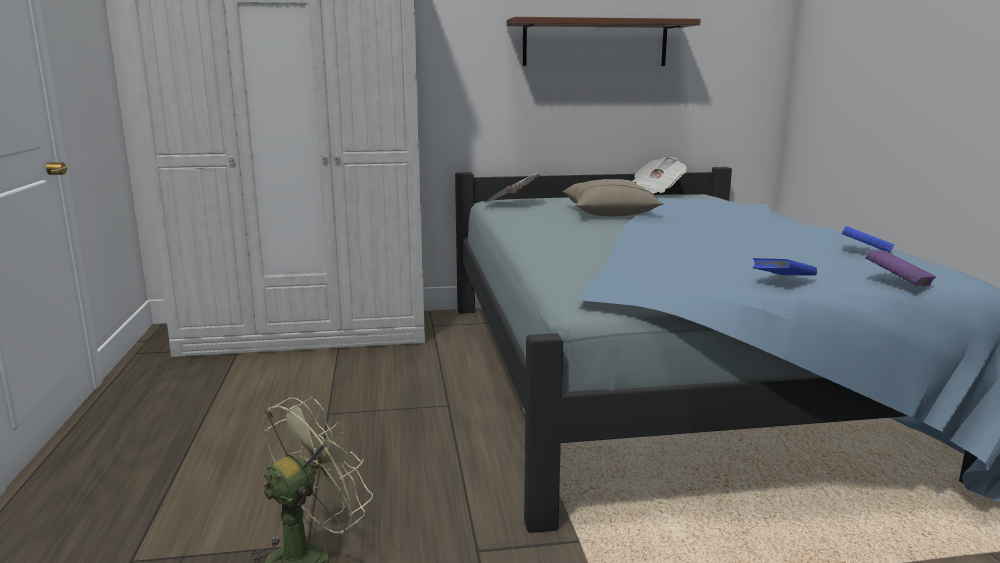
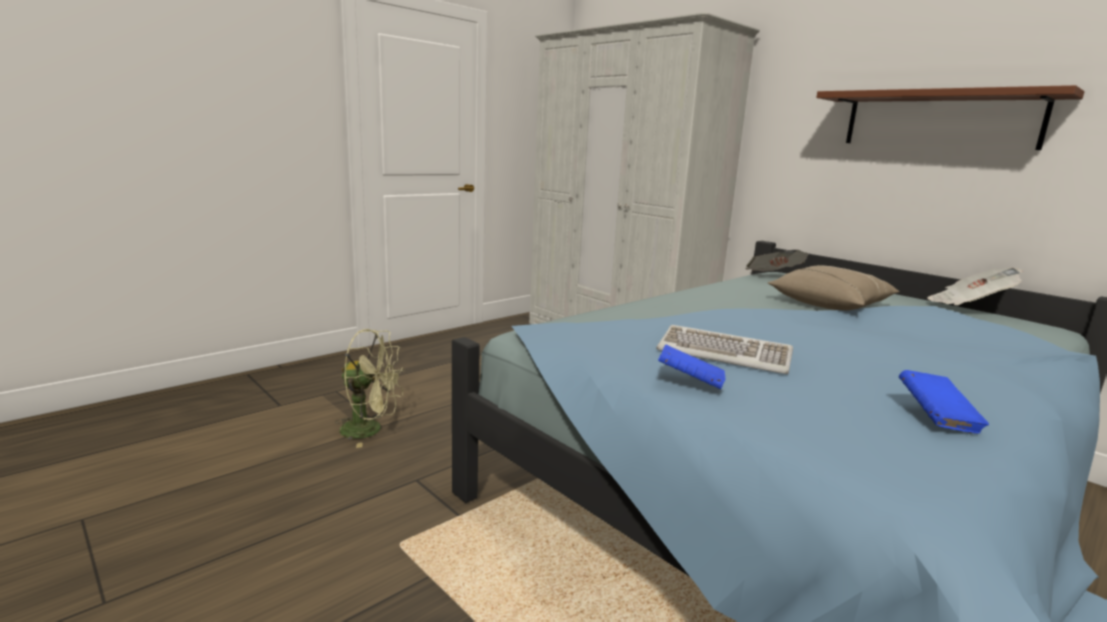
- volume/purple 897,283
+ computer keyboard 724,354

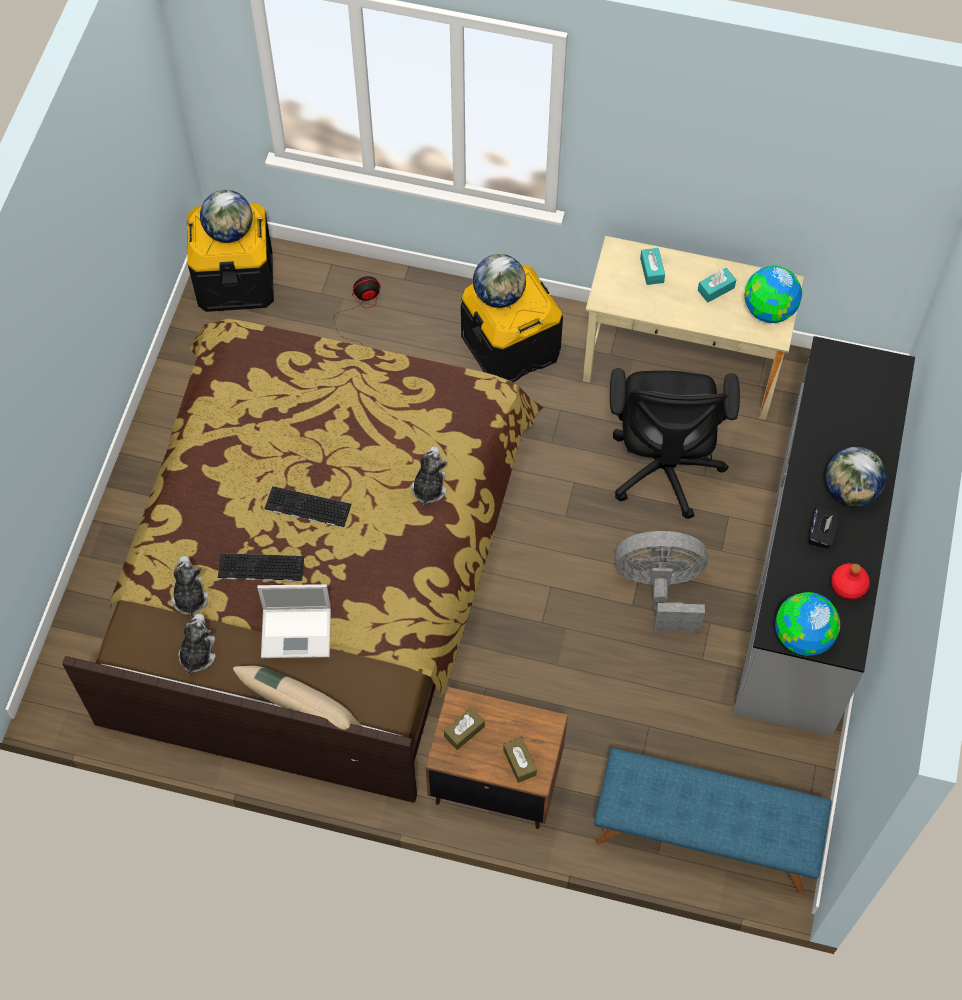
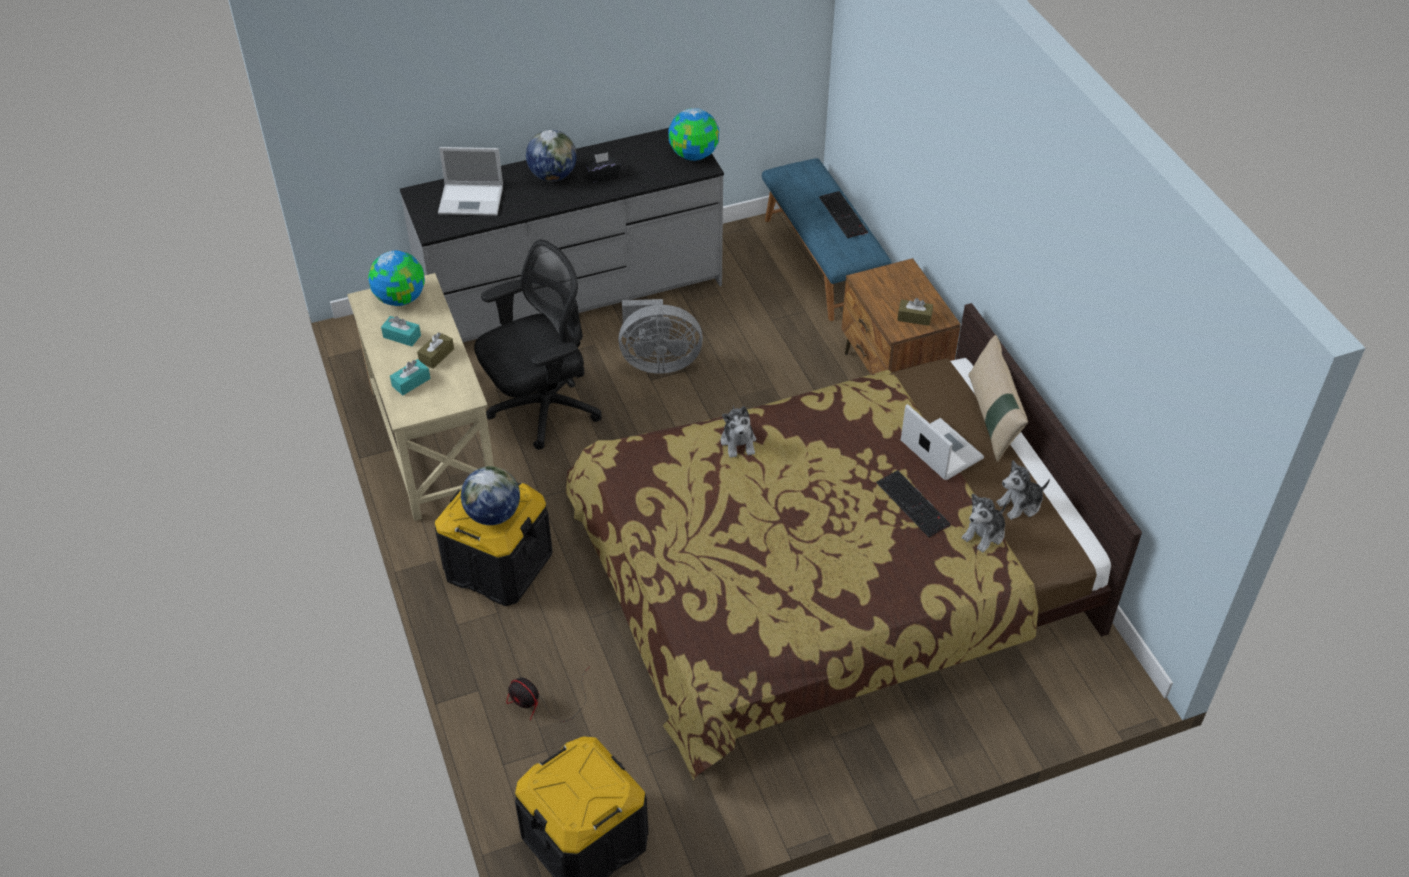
- globe 229,232
~ computer keyboard 306,507 to 844,215
~ plush toy 429,487 = 738,442 75 degrees counterclockwise
~ box of tissues/brown-coloured 519,762 to 436,355
~ electric fan/greyish 660,589 = 658,362 60 degrees counterclockwise
- beverage bottle/reddish 848,585
+ notebook computer 472,200

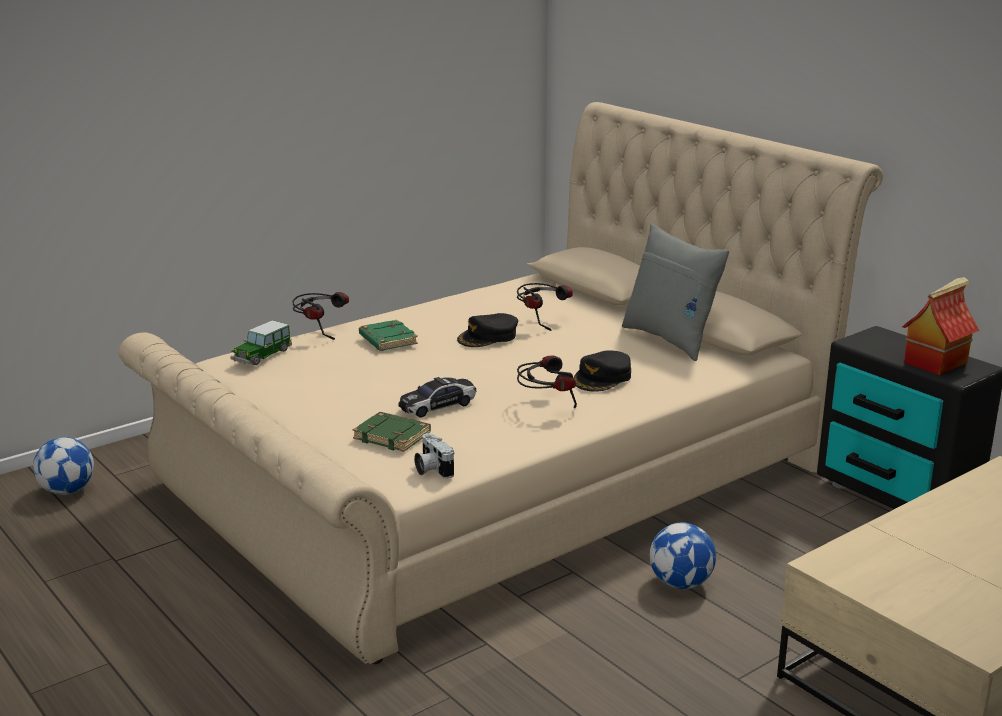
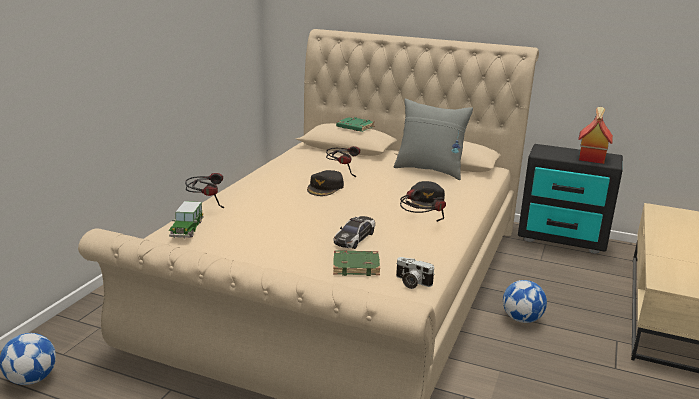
~ volume/greenish 387,340 to 354,127

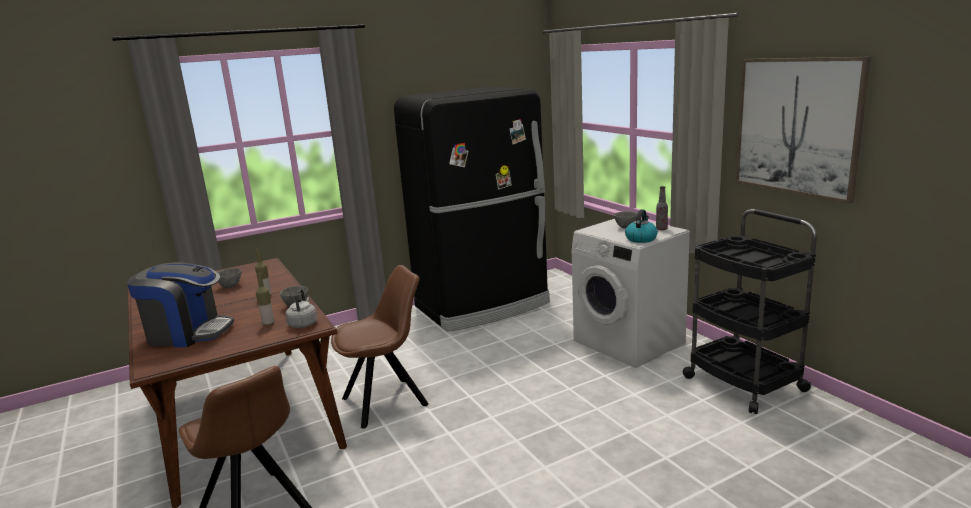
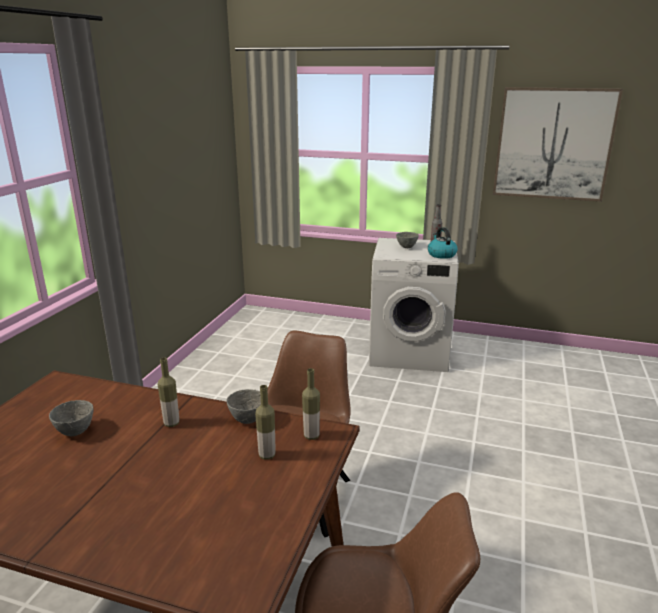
- coffee machine 188,333
~ tea kettle/greyish 303,324 to beverage bottle 311,436
- refrigerator/black-coloured 483,305
- trolley/black-coloured 743,383

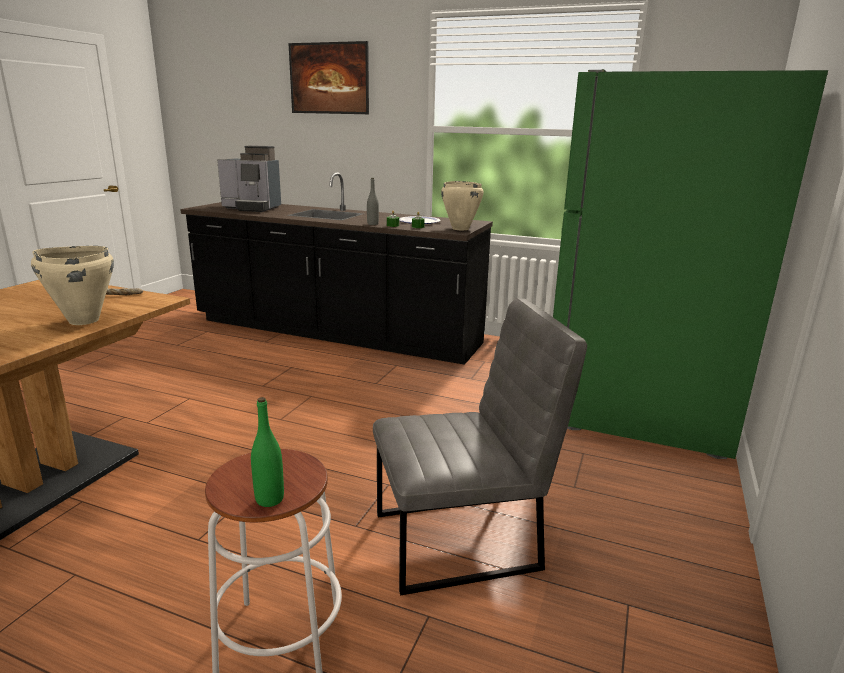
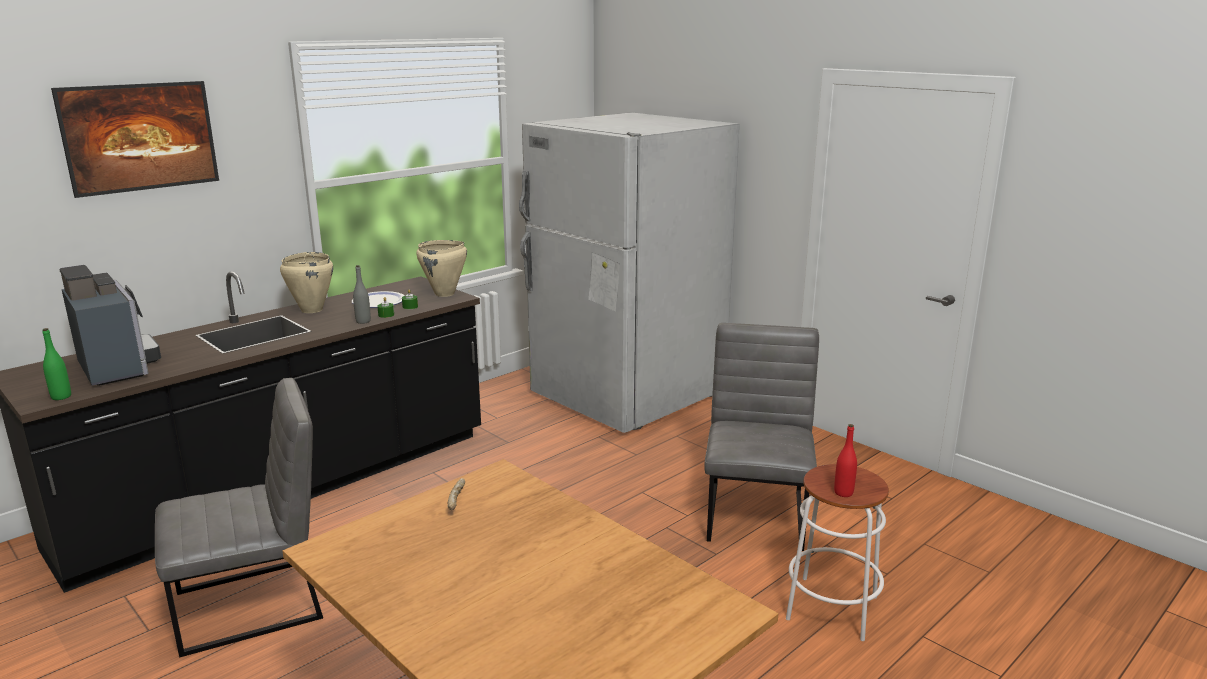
~ cooking pot/beige 83,320 to 311,310
~ coffee machine 252,208 = 119,367 75 degrees counterclockwise
~ beverage bottle/greenish 269,499 to 61,397
~ refrigerator/greenish 636,408 to refrigerator/whitish 628,394
+ plain chair/greyish 254,604
+ beverage bottle/reddish 843,493

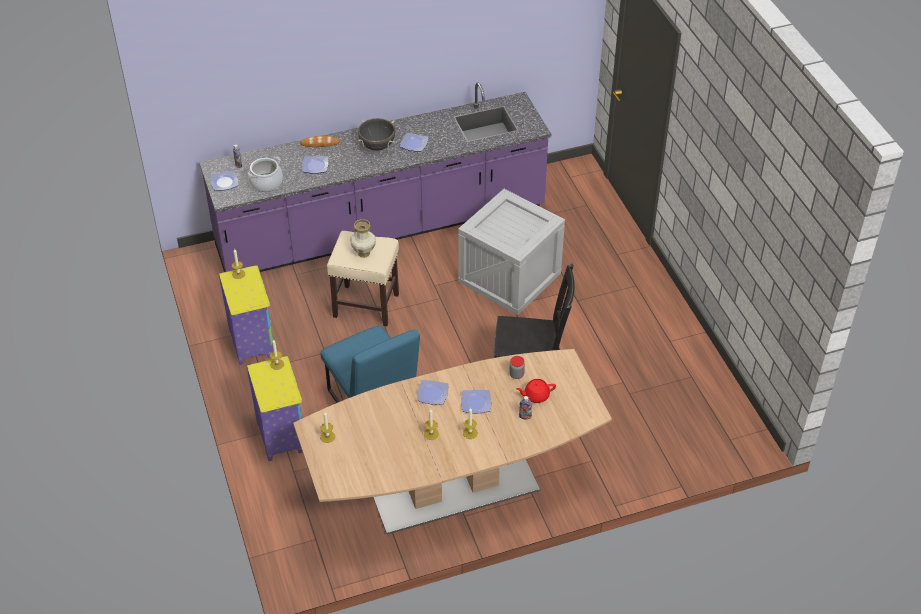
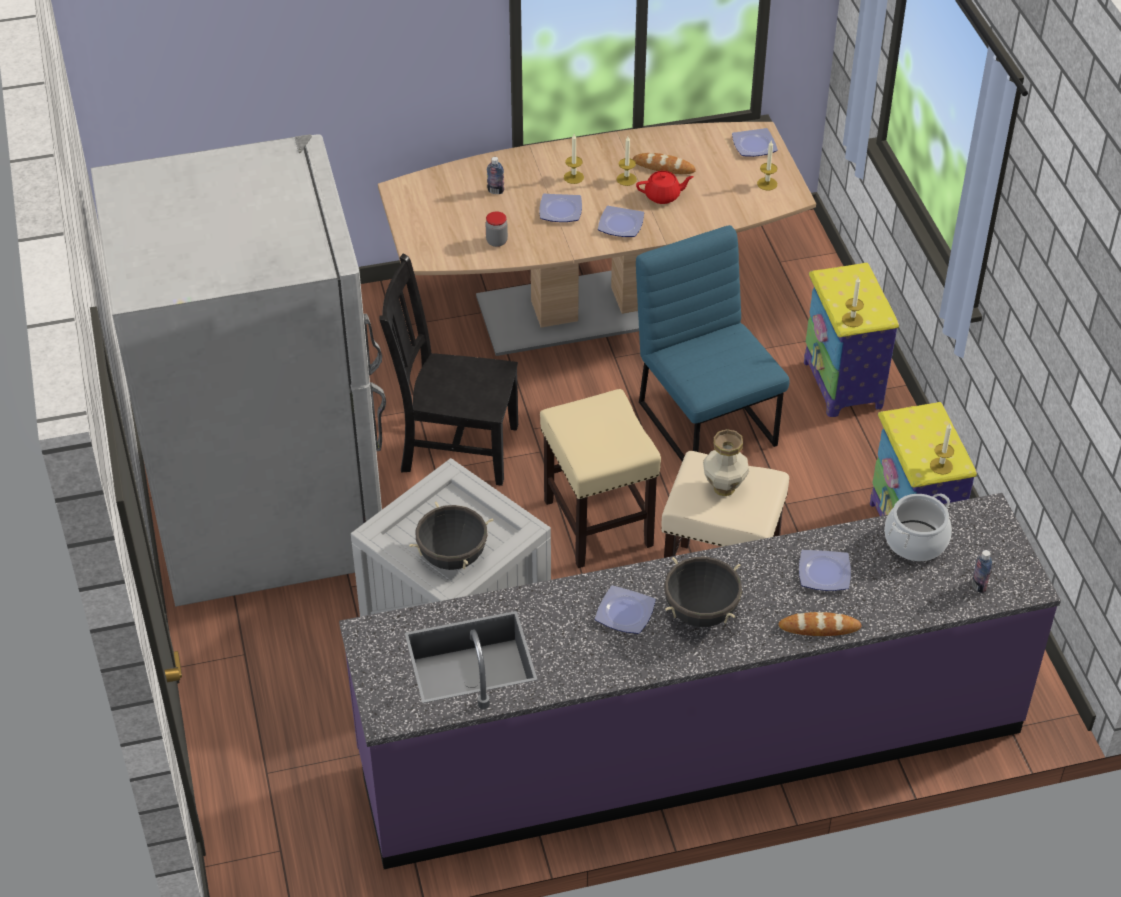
~ dinner plate 225,183 to 753,145
~ pot for tea/reddish 536,395 to 663,196
+ refrigerator/whitish 267,515
+ cooking pot/black-coloured 452,557
+ stool/beige 597,522
+ baked bread 664,167

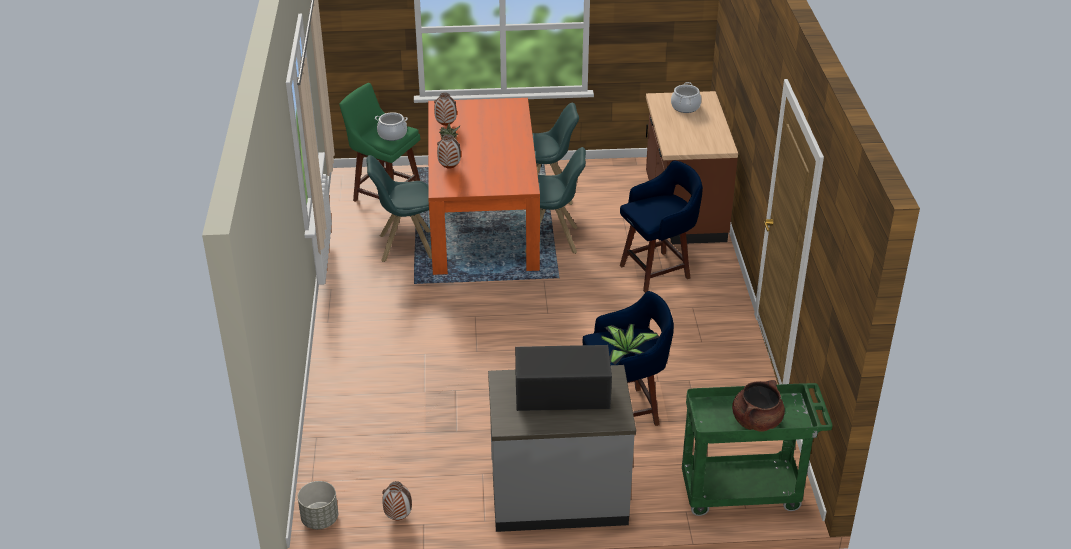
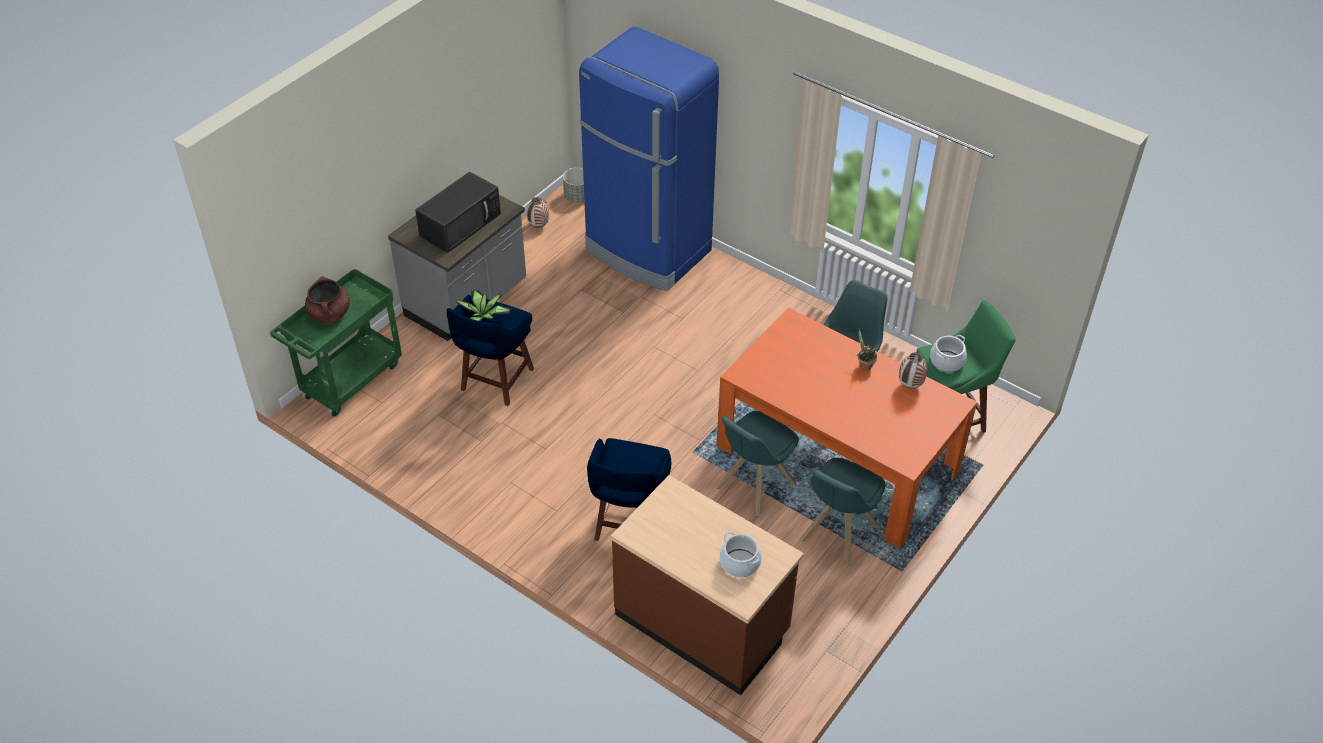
- flower vase 450,168
+ refrigerator/blue-coloured 647,251

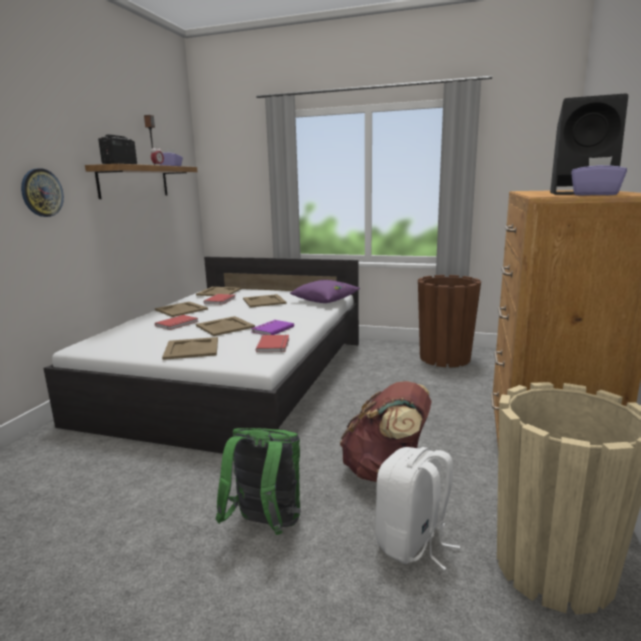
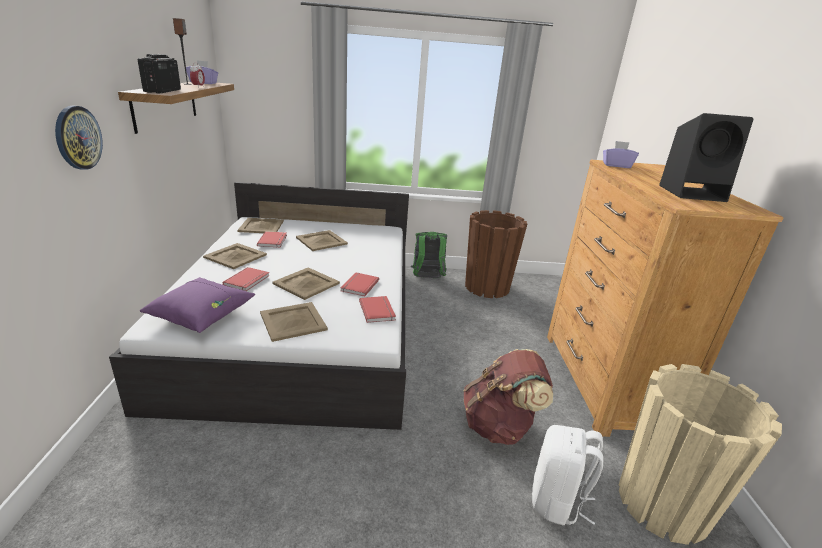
~ backpack/greenish 265,525 to 427,278
~ volume/purple 271,329 to volume/reddish 358,285
~ cushion/purple 325,300 to 201,315
~ box of tissues/purple 595,195 to 616,165

